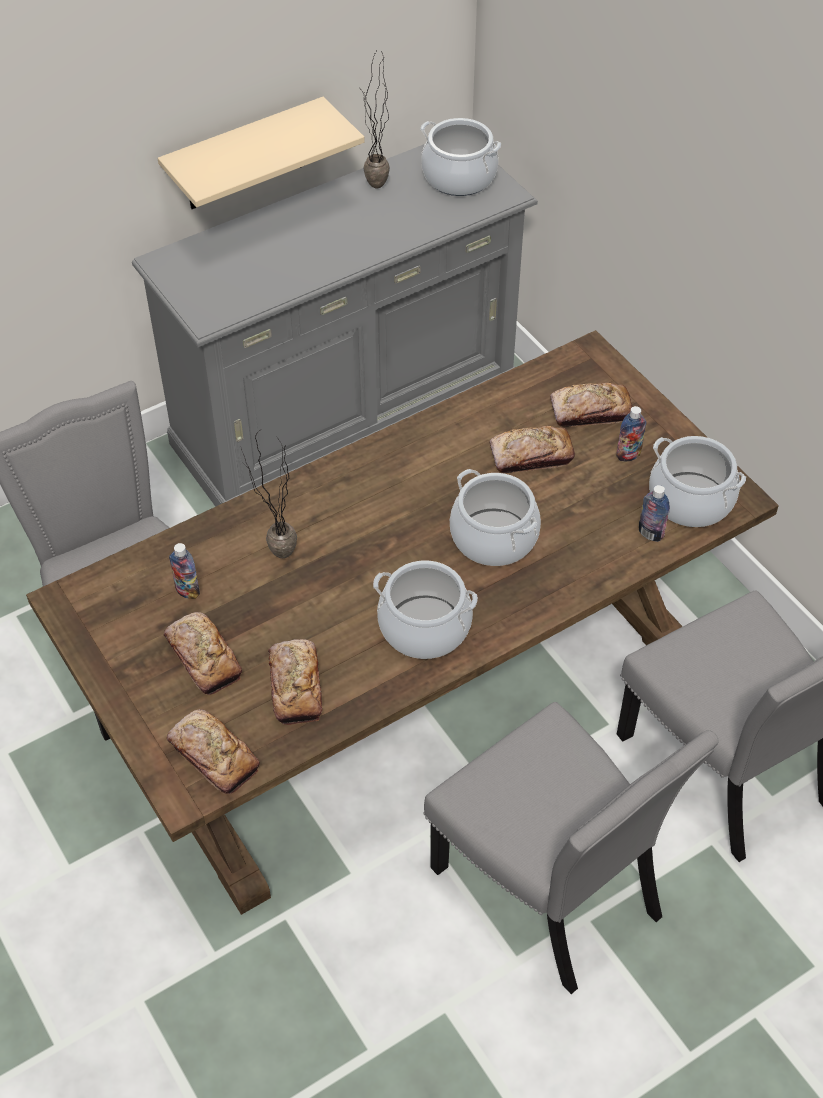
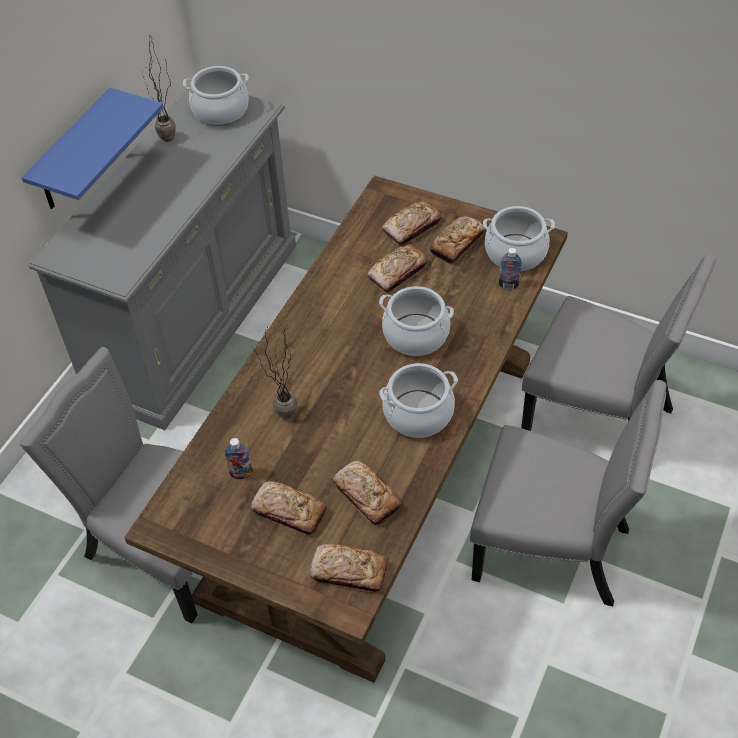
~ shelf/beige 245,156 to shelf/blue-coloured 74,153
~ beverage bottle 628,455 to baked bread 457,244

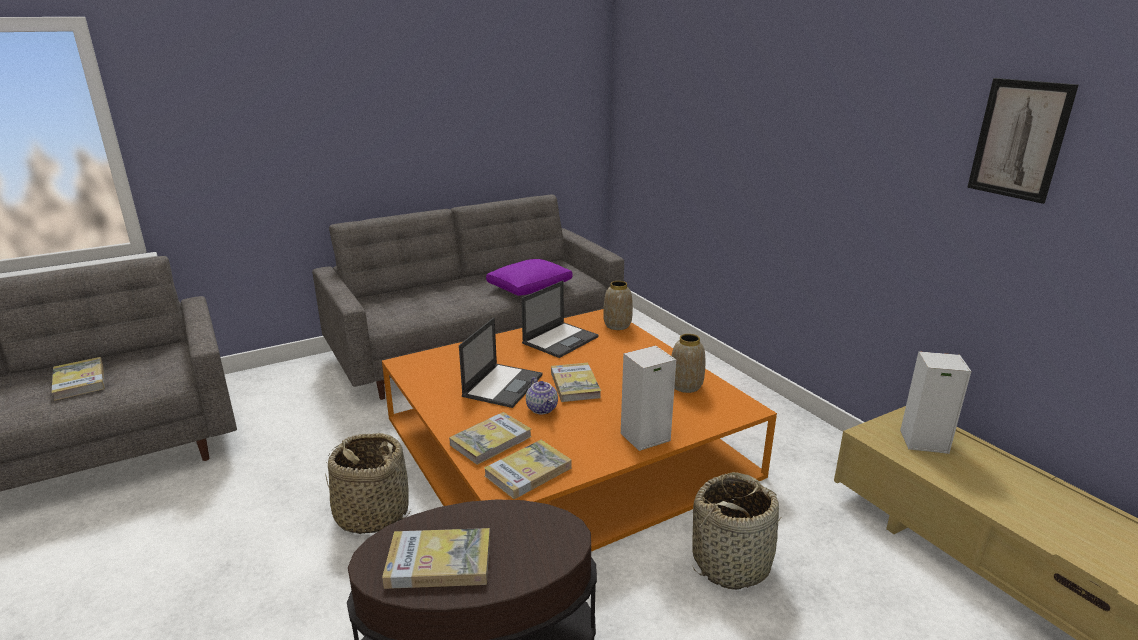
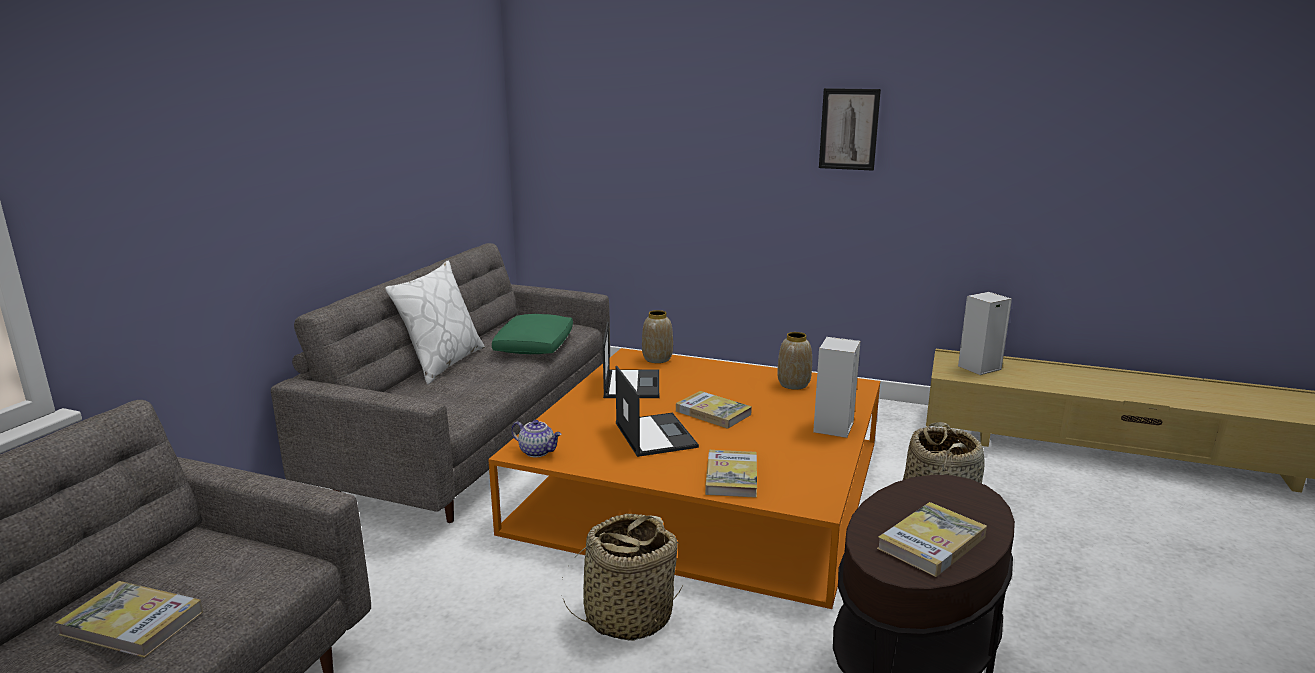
- volume 528,472
~ cushion/purple 530,287 to cushion/greenish 534,346
~ pot for tea 543,409 to 538,451
~ wall picture 1019,139 to 849,129
+ cushion/whitish 442,363

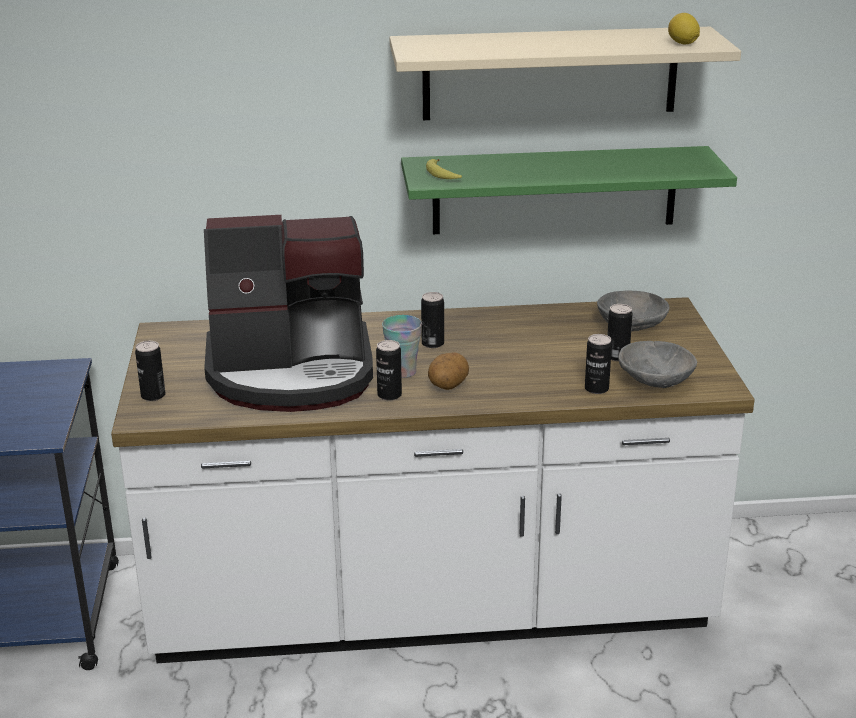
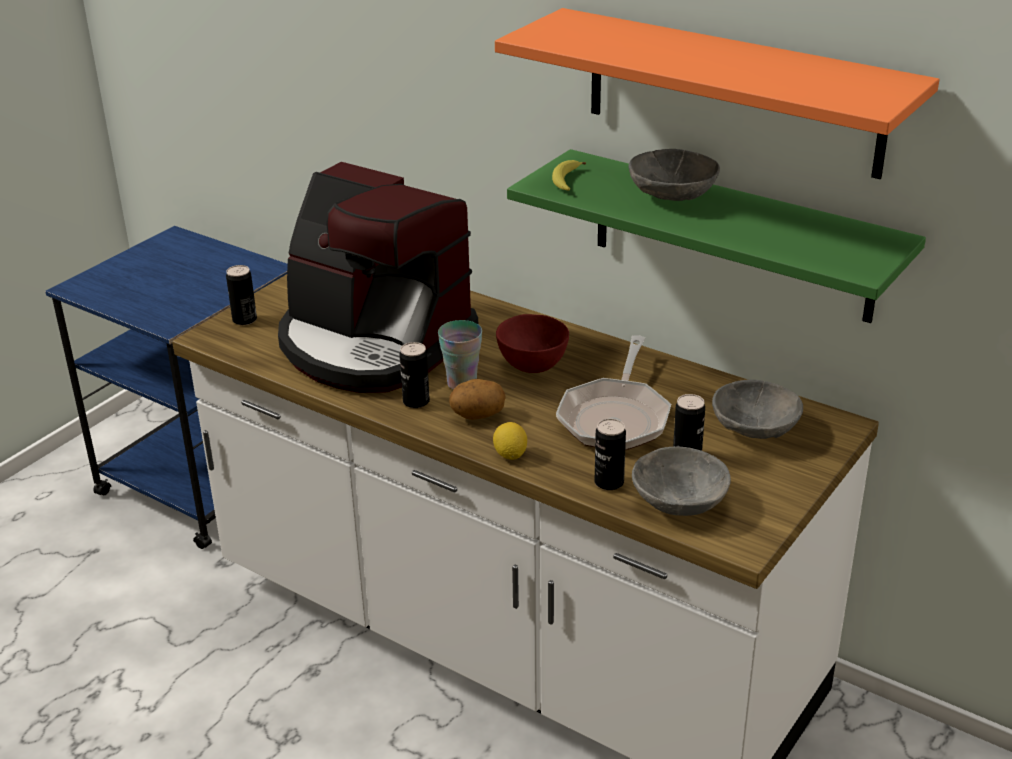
~ shelf/beige 550,73 to shelf/orange 732,92
~ metal can 432,343 to serving bowl/reddish 532,365
~ lemon 682,43 to 510,455
+ skillet 615,417
+ serving bowl/greyish 672,197

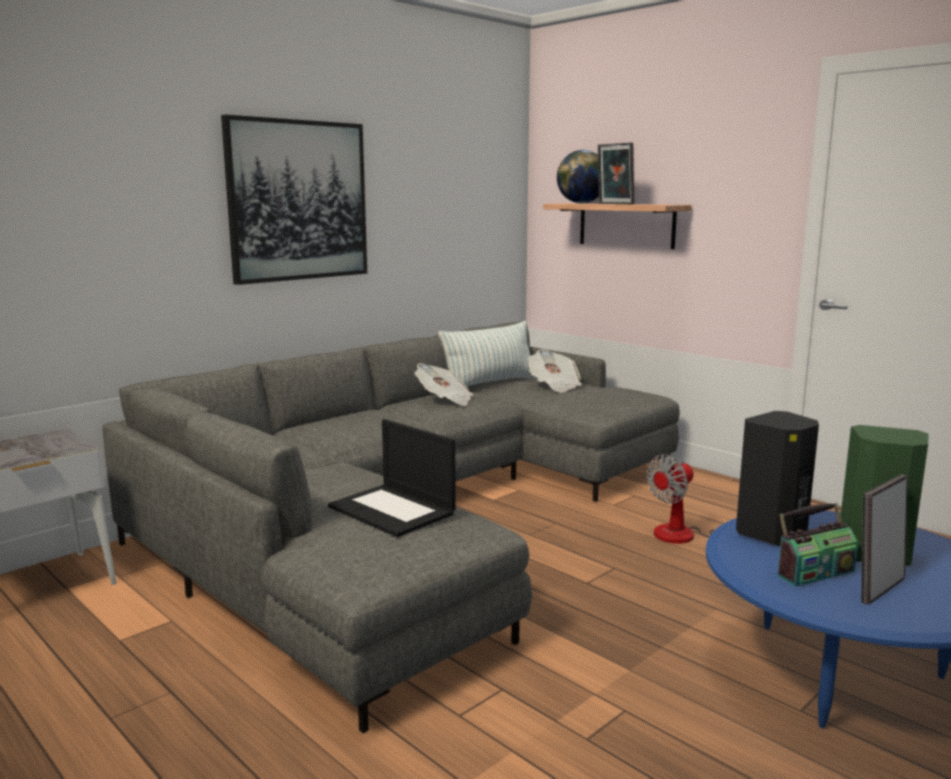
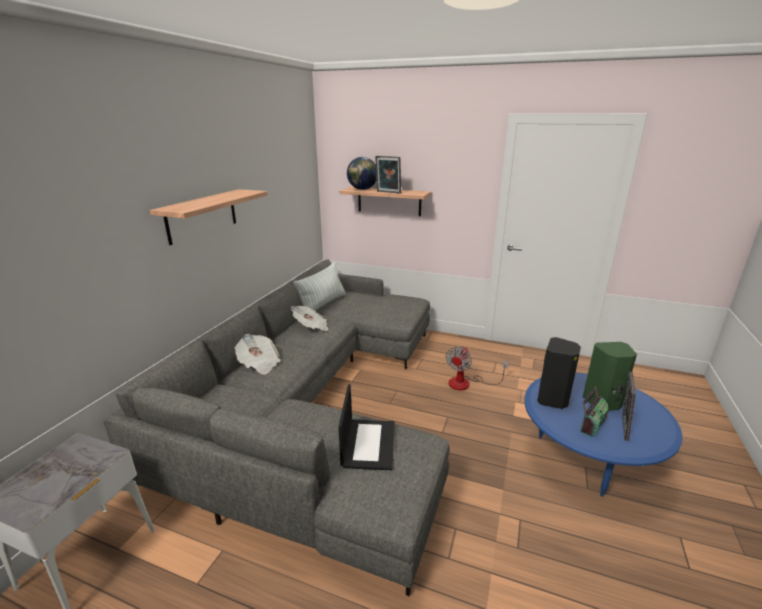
~ wall picture 298,201 to shelf 202,215
~ notebook computer 393,510 = 368,443 105 degrees counterclockwise
~ daily paper 554,386 to 259,364

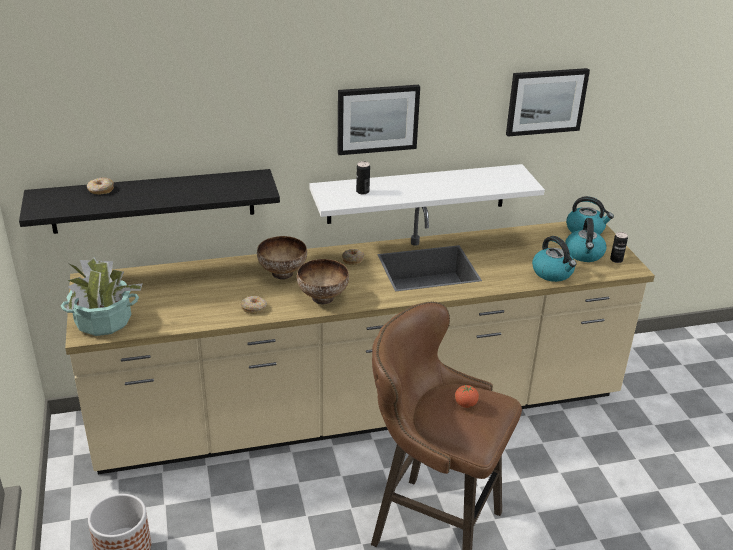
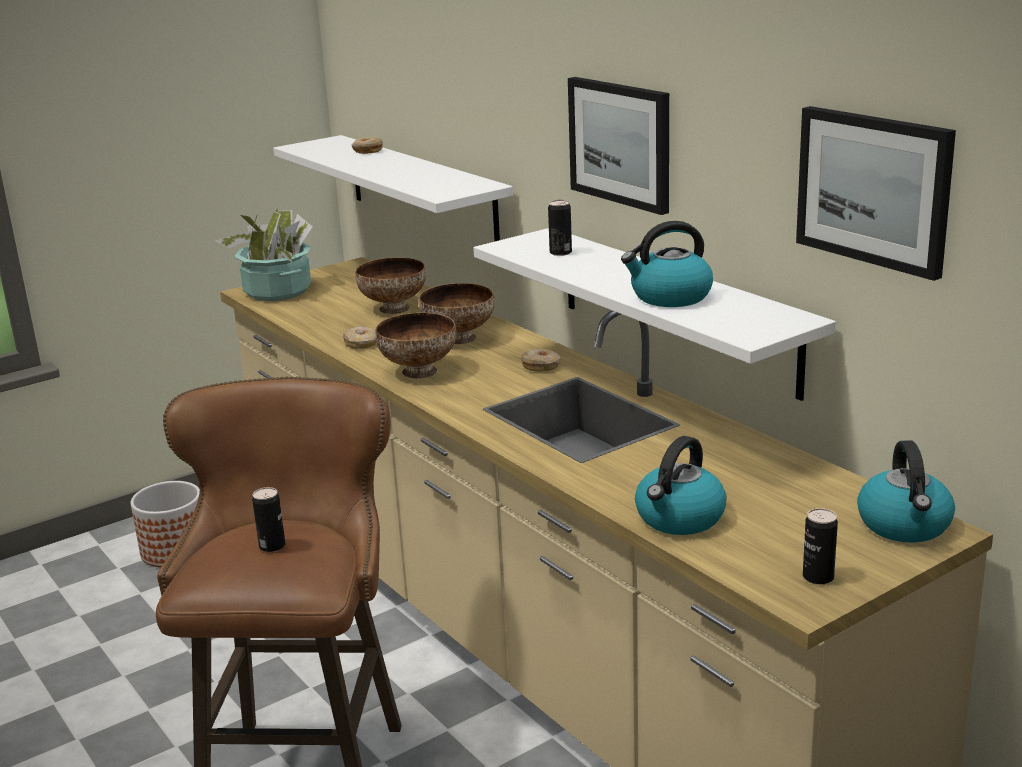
~ shelf/black-coloured 153,201 to shelf/whitish 421,191
~ whole tomato 465,404 to metal can 272,546
~ tea kettle 584,254 to 670,297
+ serving bowl 393,308

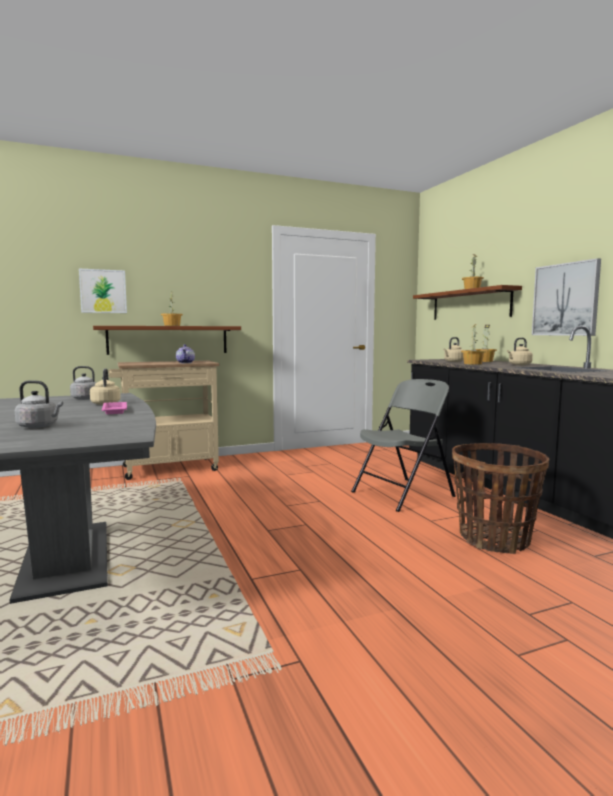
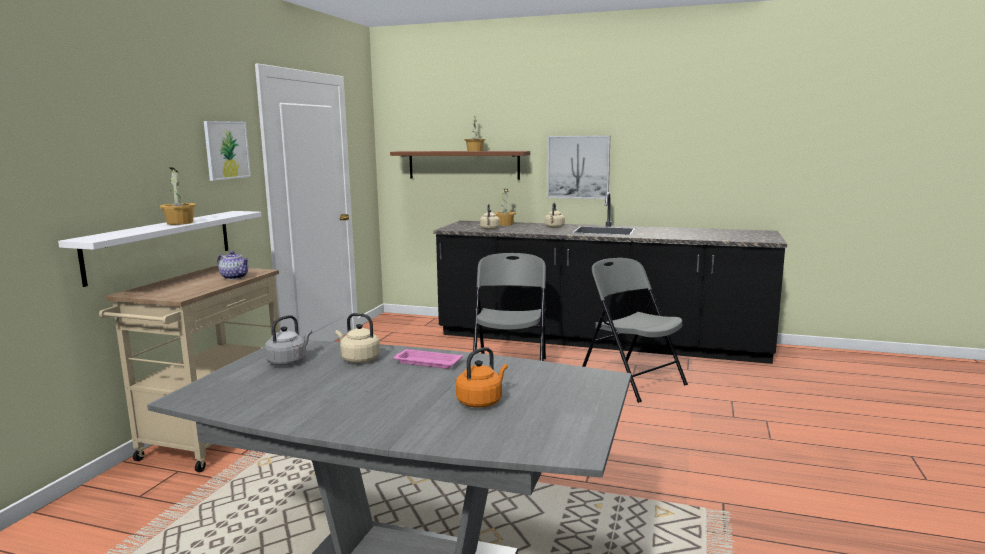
~ tea kettle/greyish 39,426 to tea kettle/orange 481,401
~ wall picture 103,291 to 226,150
~ shelf/brown-coloured 168,340 to shelf/whitish 162,245
~ household basket 494,539 to plain chair/greyish 632,381
- plant in a pot 473,364

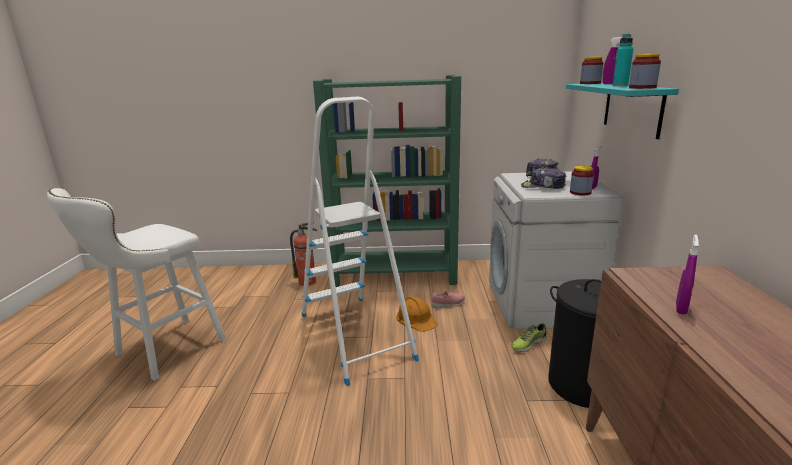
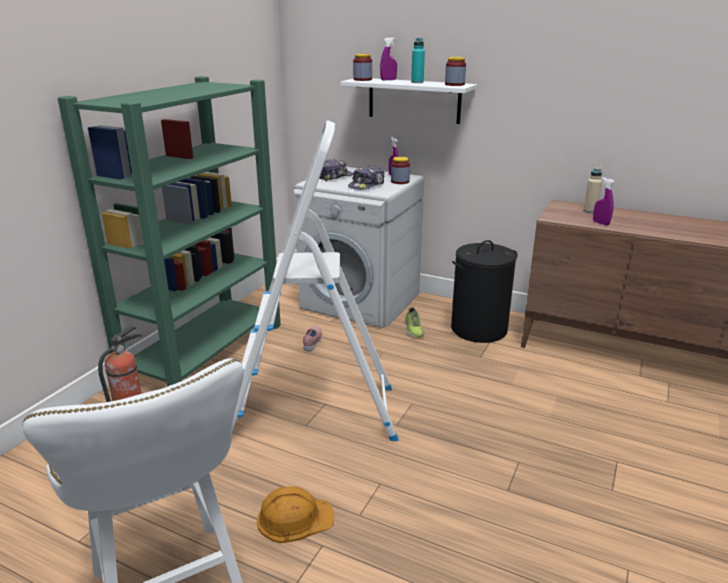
~ safety helmet/orange 416,318 to 294,518
~ shelf/turquoise 632,108 to shelf/whitish 414,100
+ beverage bottle/beige 590,211

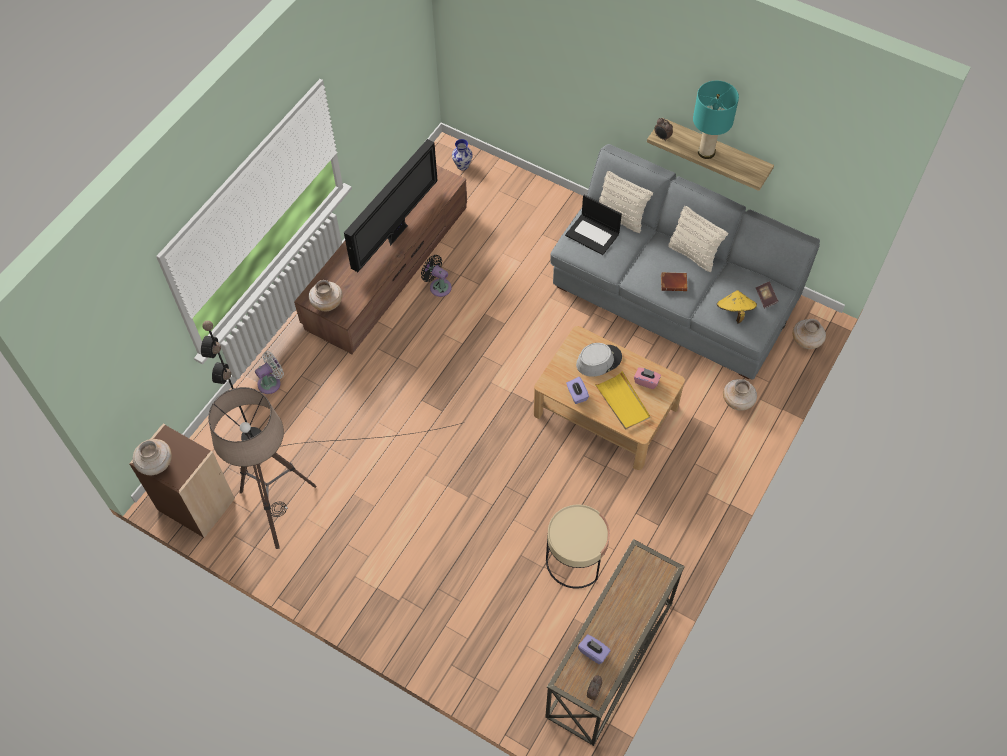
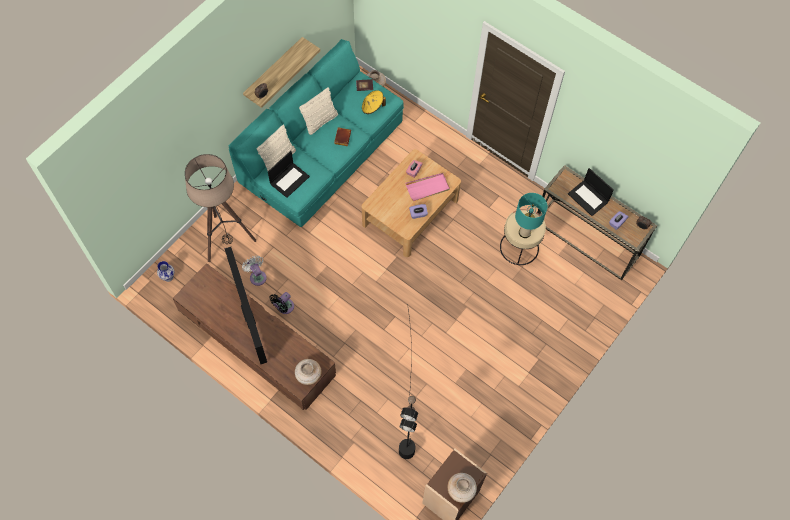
~ floor lamp 277,508 to 226,239
~ electric fan/whitish 271,382 to 257,276
~ TV 397,232 = 249,318 150 degrees counterclockwise
~ sofa/greyish 673,293 to sofa/turquoise 321,154
- wearable hat/greyish 598,360
~ carrying tray/yellowish 622,402 to carrying tray/pink-coloured 427,188
~ tabletop lamp/turquoise 706,152 to 524,232
- flower vase/beige 738,401
+ notebook computer 588,198

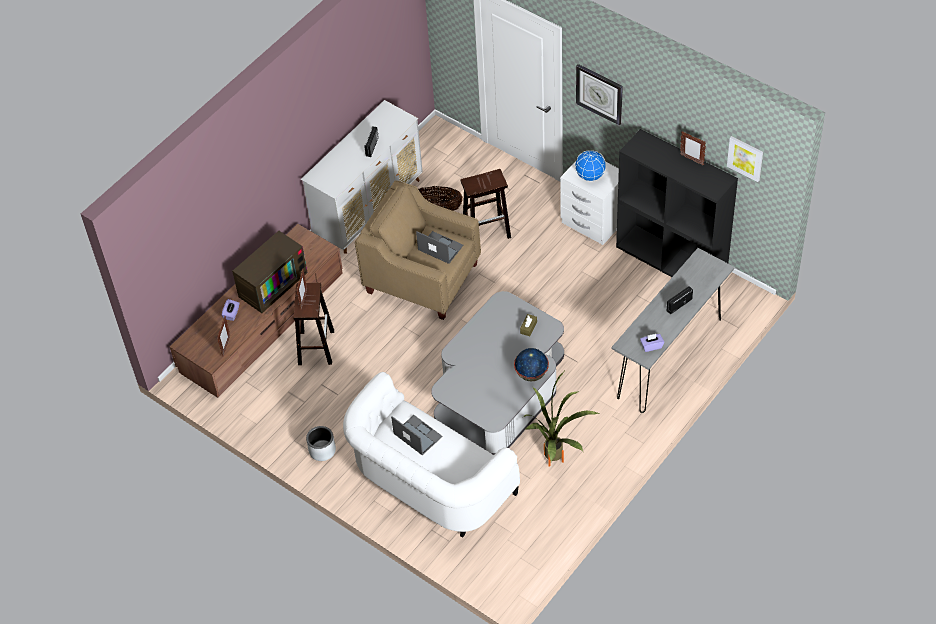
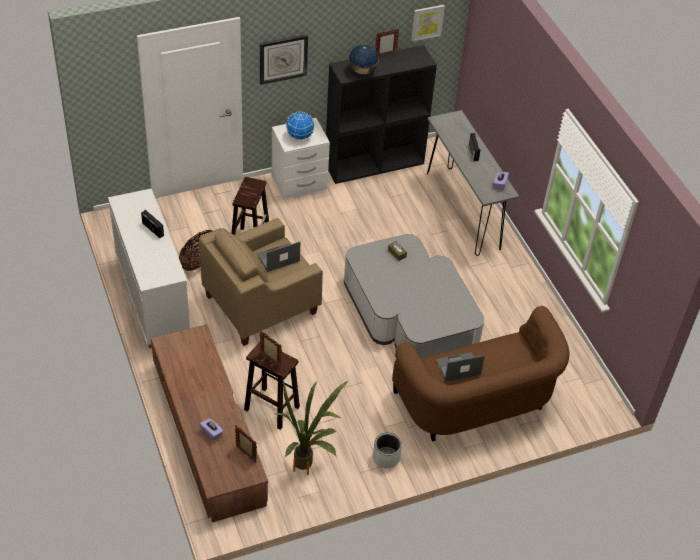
- TV 272,283
~ sofa/whitish 431,484 to sofa/brown-coloured 475,402
~ globe 531,374 to 362,71
~ plant in a pot 554,463 to 308,470

